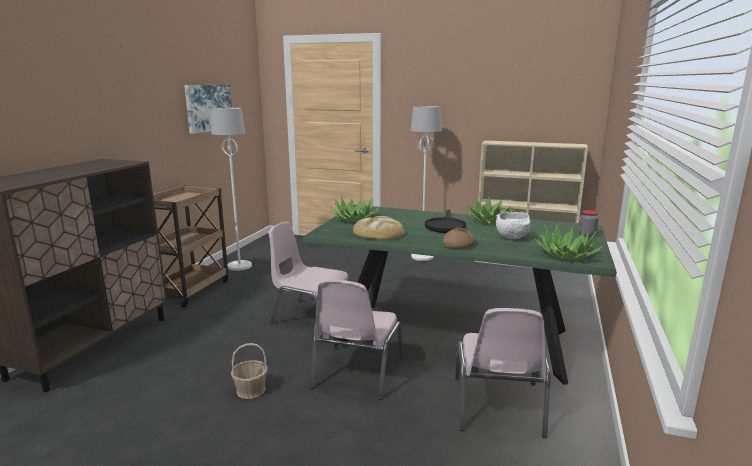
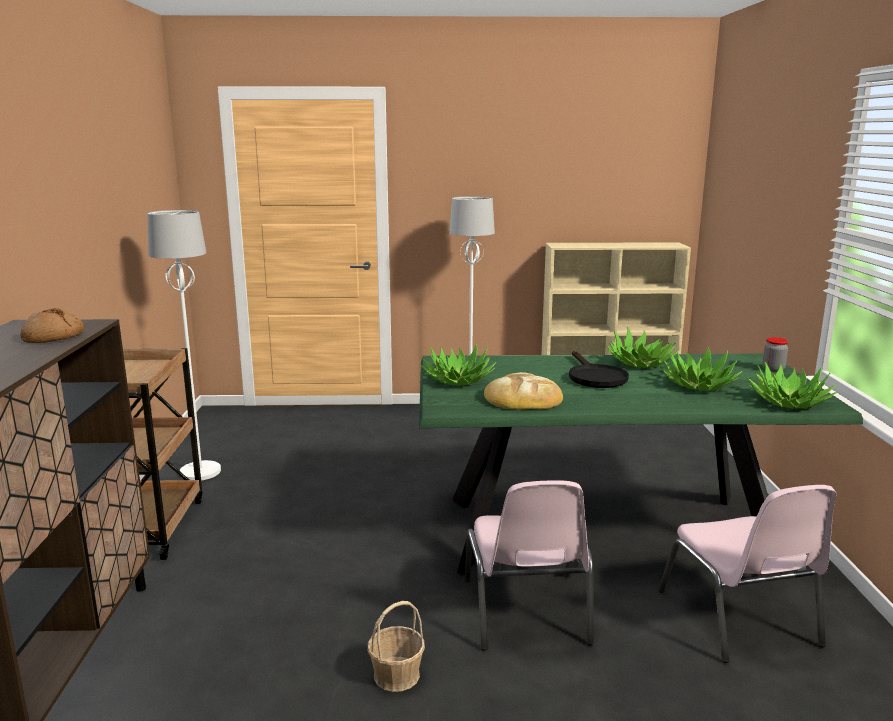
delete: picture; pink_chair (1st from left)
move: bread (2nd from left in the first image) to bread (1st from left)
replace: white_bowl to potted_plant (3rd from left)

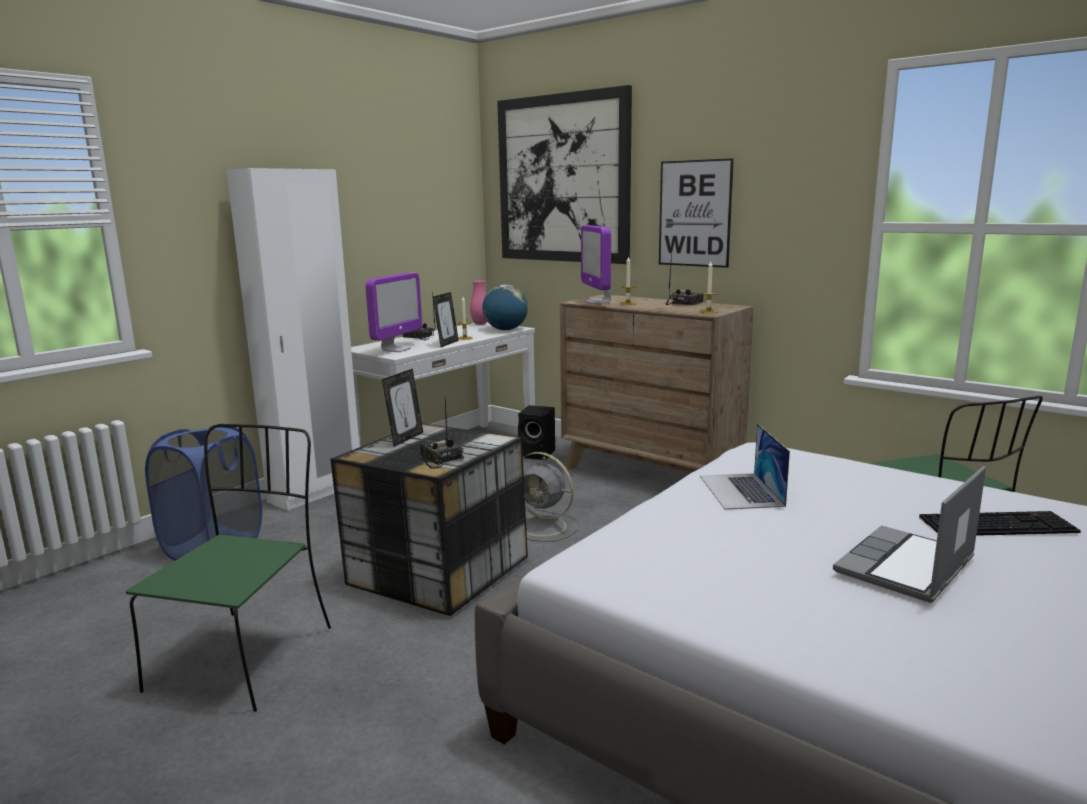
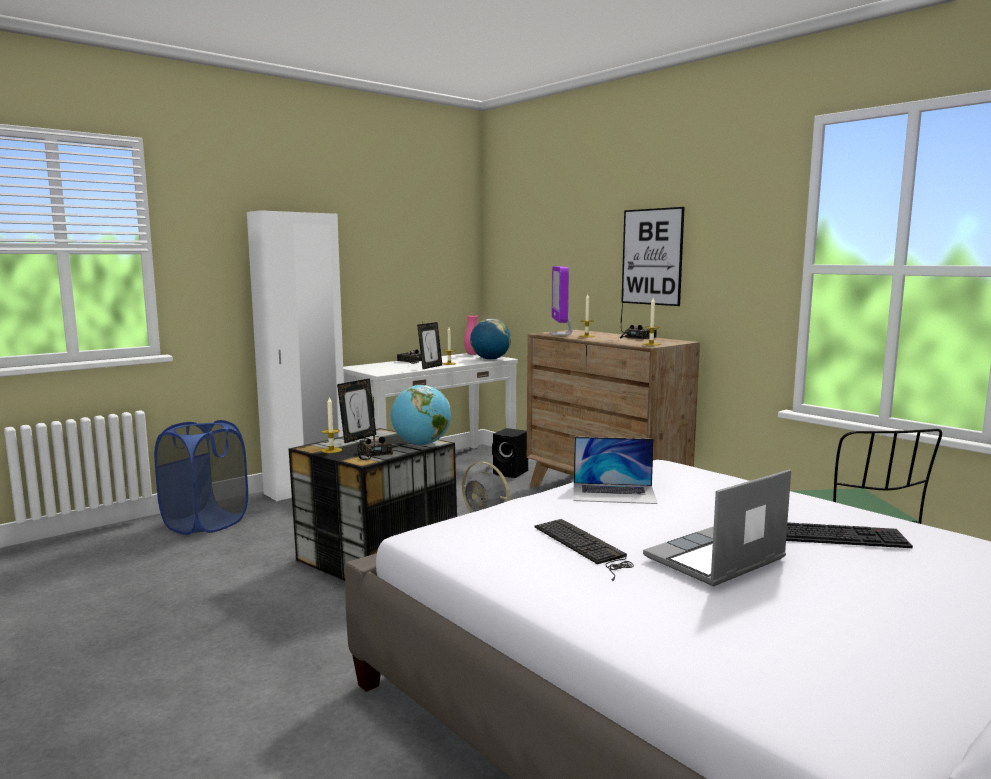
delete: green_chair (1st from left); monitor (1st from left); picture (1st from left)
insert: candle (1st from left); globe (1st from left); keyboard (1st from left)
rotate: laptop (1st from left) 90 degrees counterclockwise

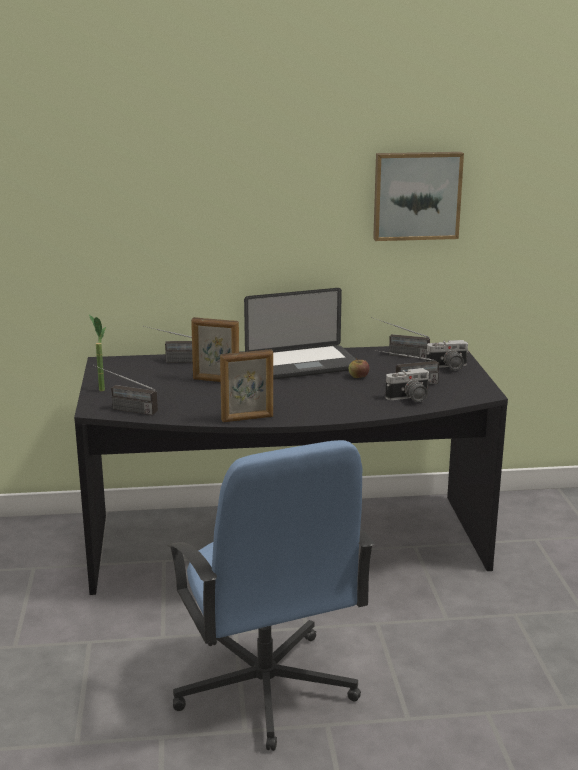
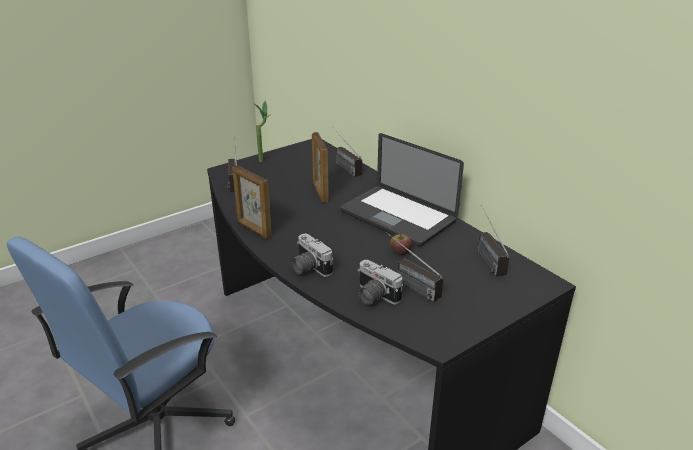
delete: picture
move: photo_camera (2nd from left in the first image) to photo_camera (1st from left)

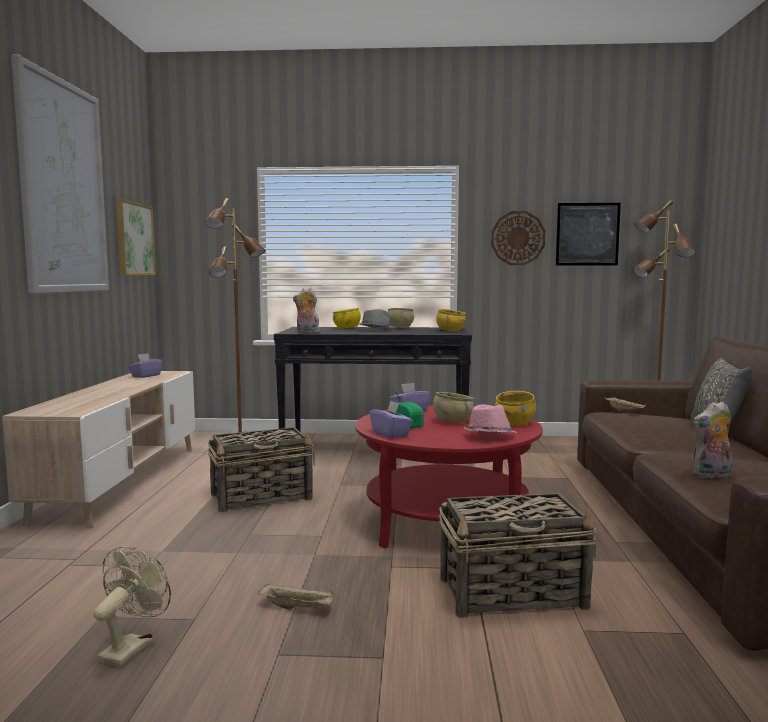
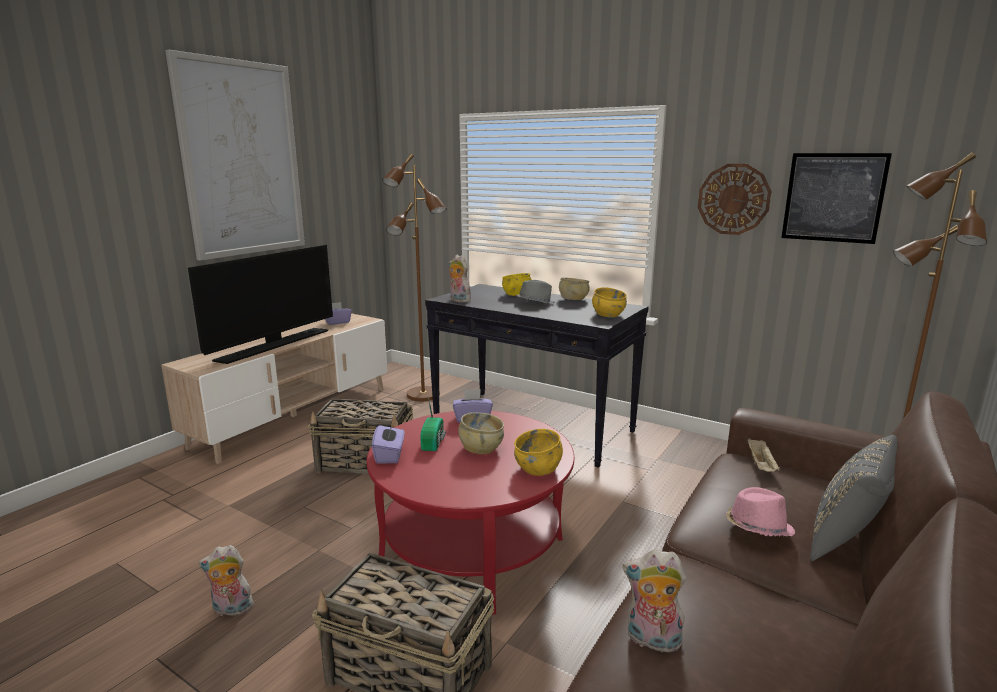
delete: beige_fan; picture (2nd from left)
insert: television
move: pink_hat
replace: beige_tray (1st from left) to plush_toy (1st from left)

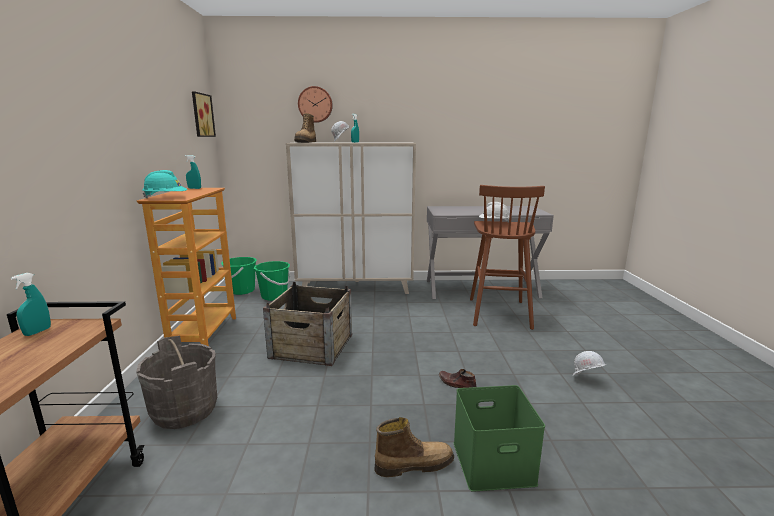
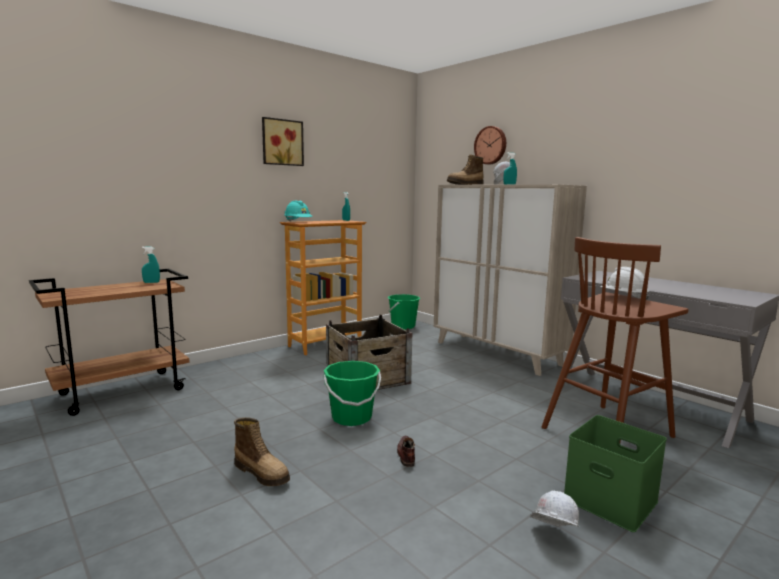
delete: grey_bucket
move: picture; green_bucket (2nd from left in the first image) to green_bucket (1st from left); green_storage_box

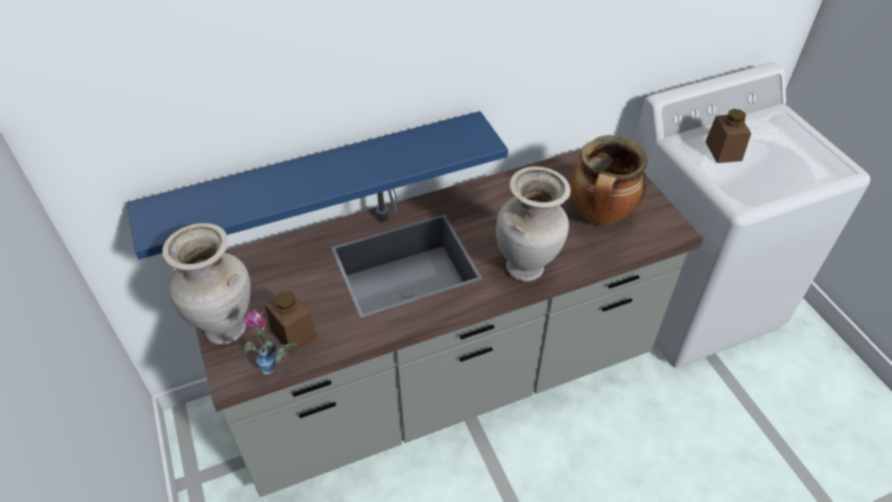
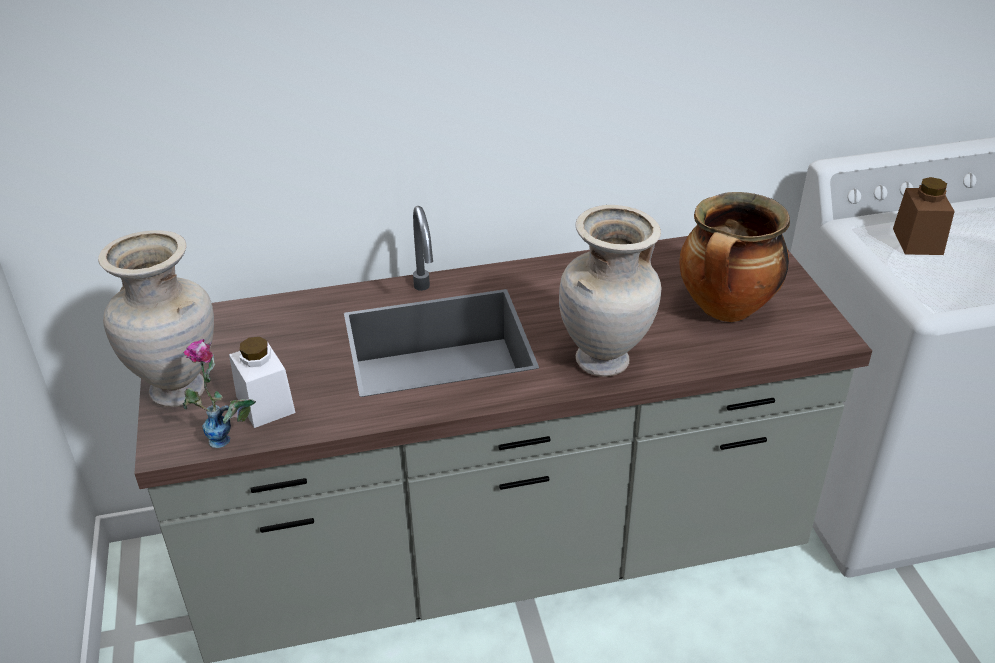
delete: blue_shelf
recolor: brown_jar (1st from left) to white_jar

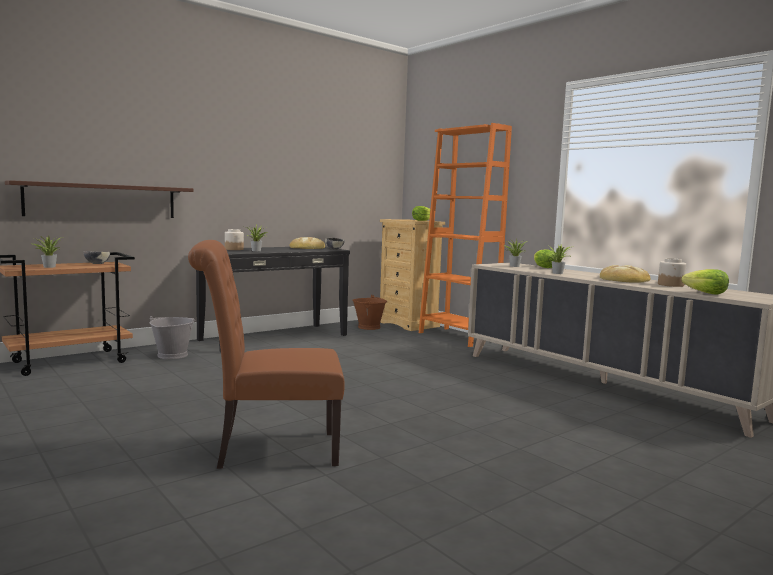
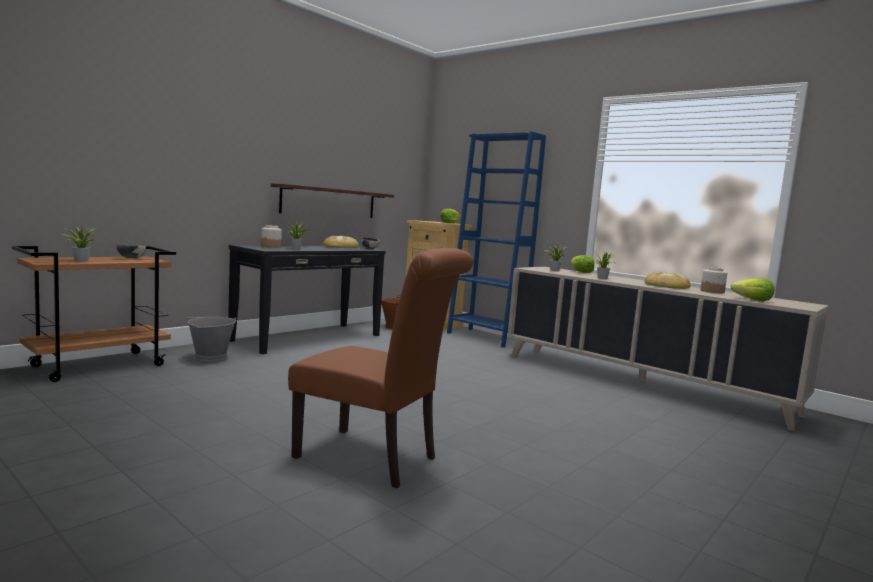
move: shelf
recolor: orange_bookcase to blue_bookcase
rotate: brown_chair 135 degrees counterclockwise

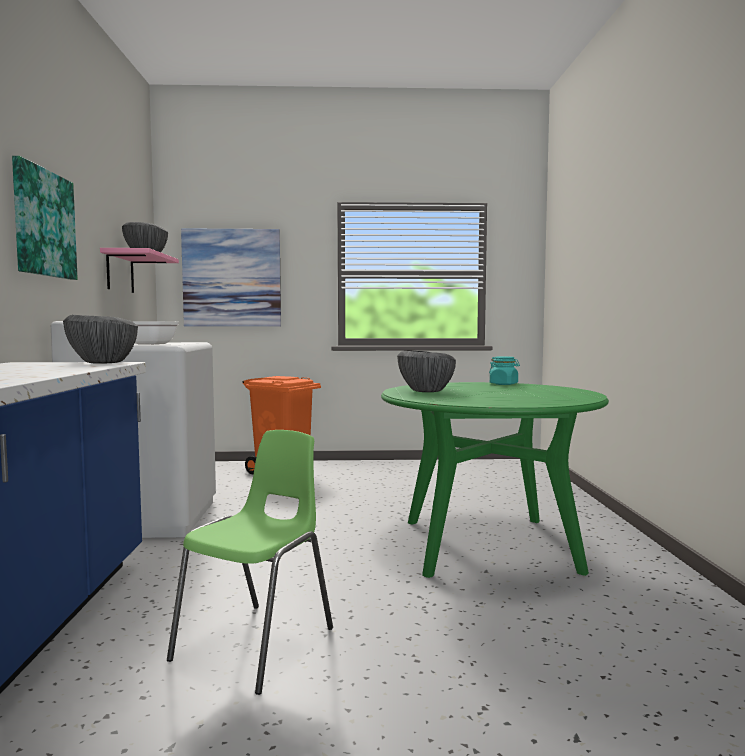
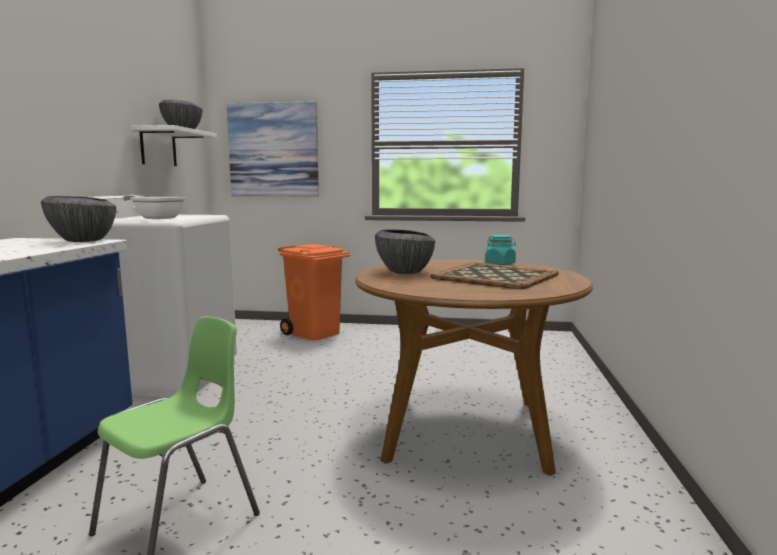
delete: picture (1st from left)
insert: tray
recolor: pink_shelf to white_shelf; green_dining_table to brown_dining_table

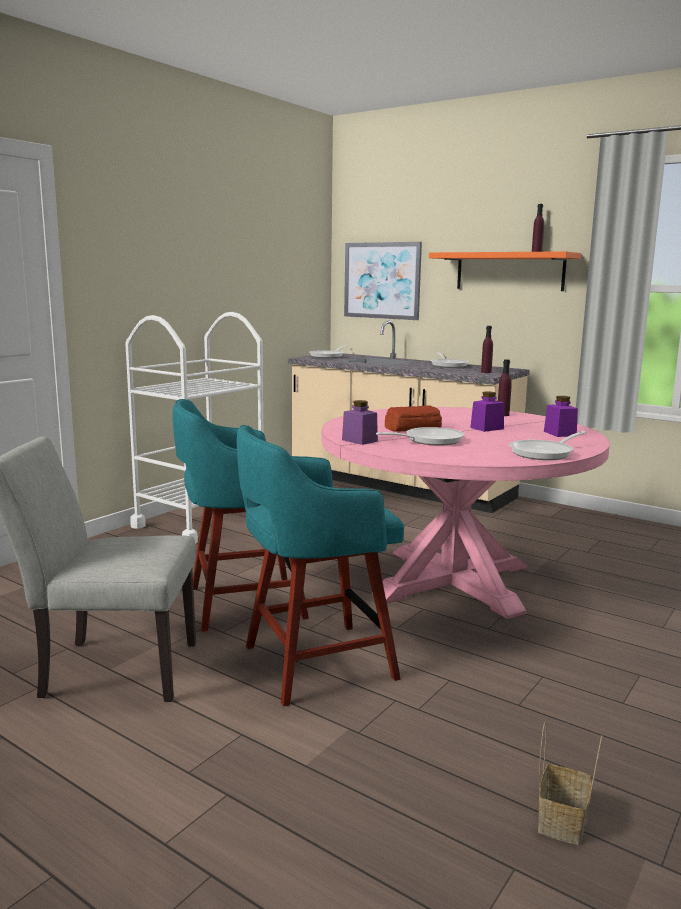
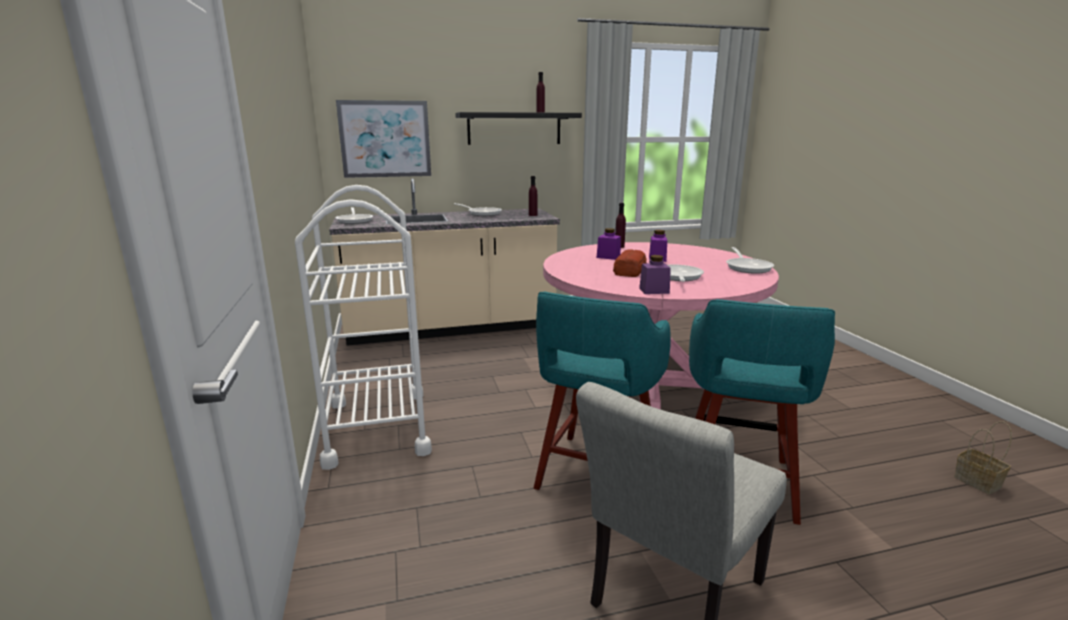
move: purple_jar (3rd from left in the first image) to purple_jar (1st from left)
recolor: orange_shelf to black_shelf

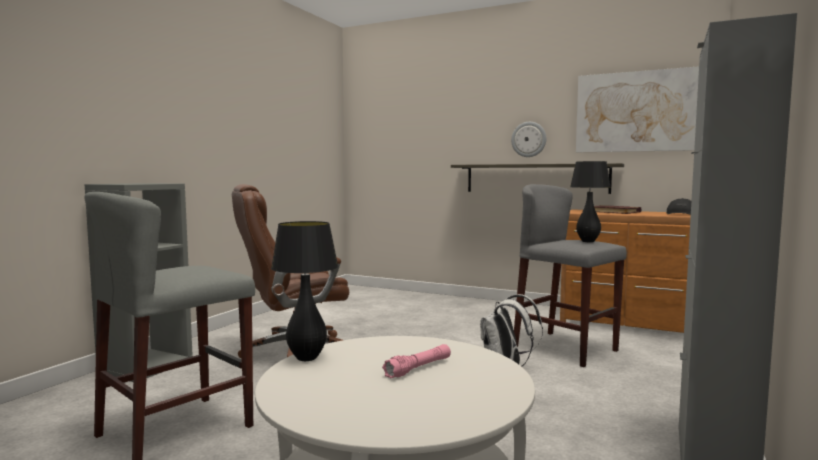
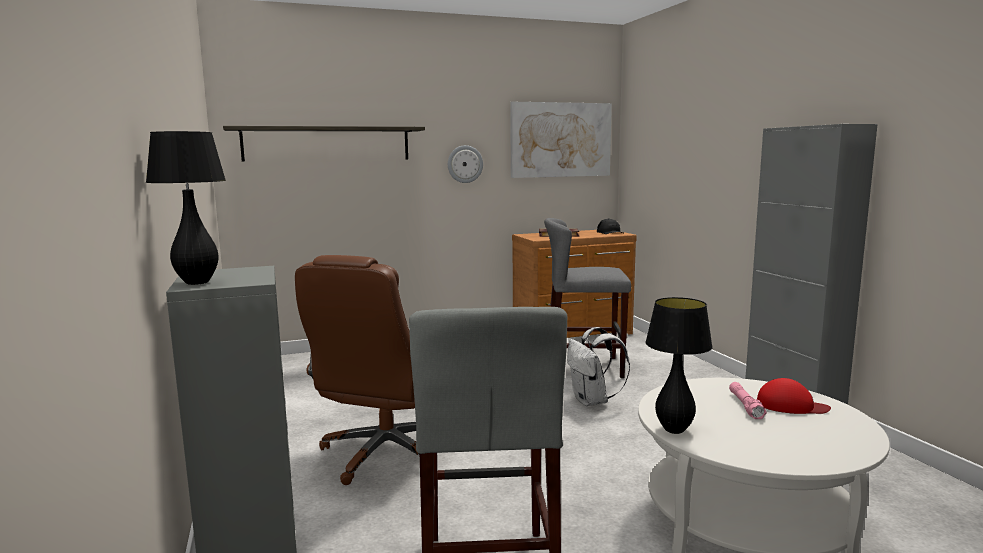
insert: red_cap
move: shelf; black_table_lamp (2nd from left in the first image) to black_table_lamp (1st from left)

